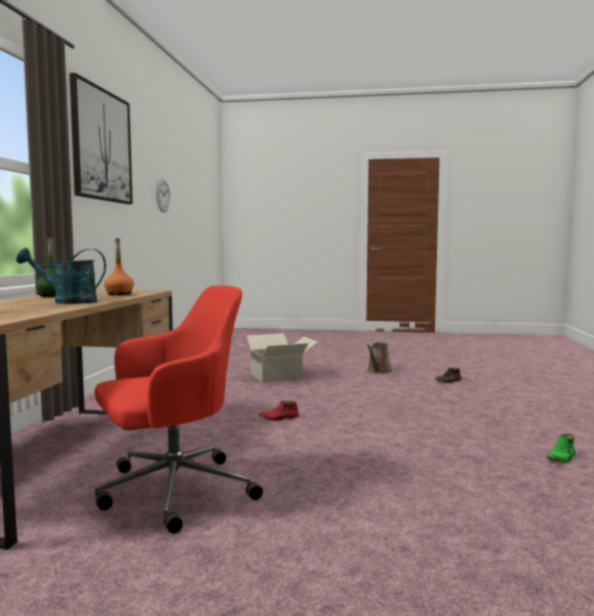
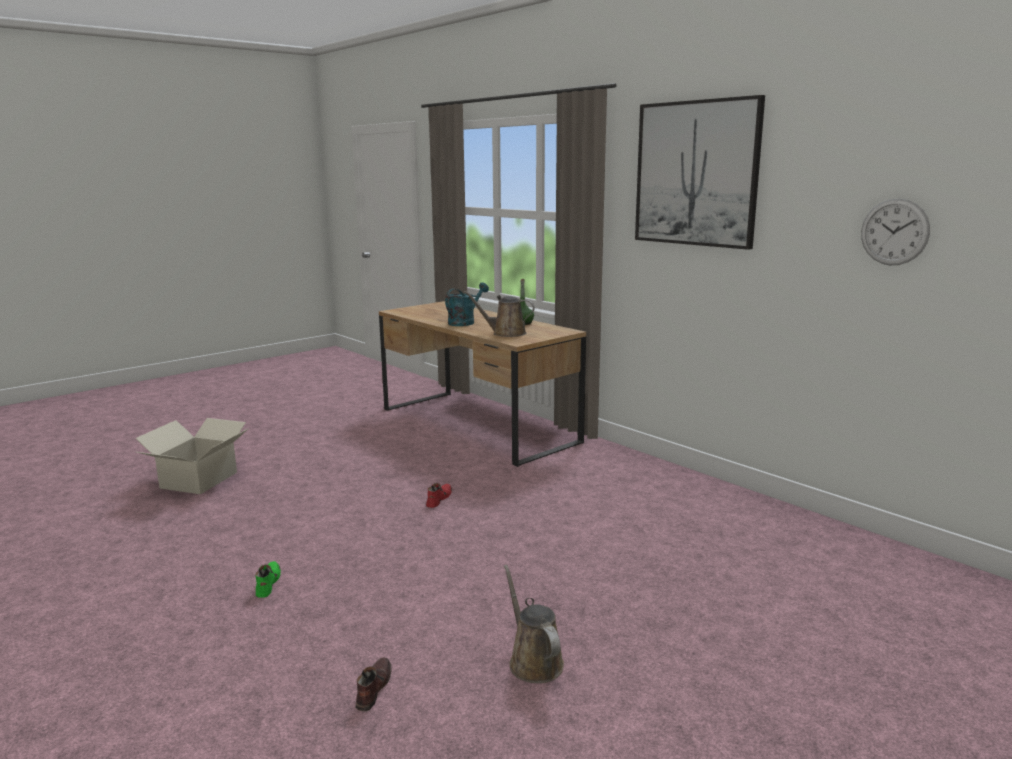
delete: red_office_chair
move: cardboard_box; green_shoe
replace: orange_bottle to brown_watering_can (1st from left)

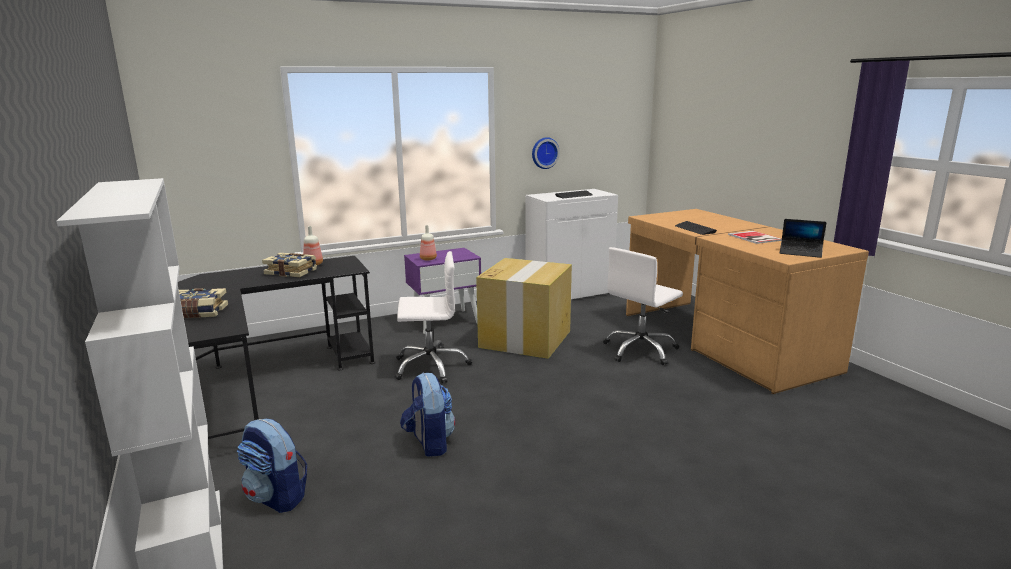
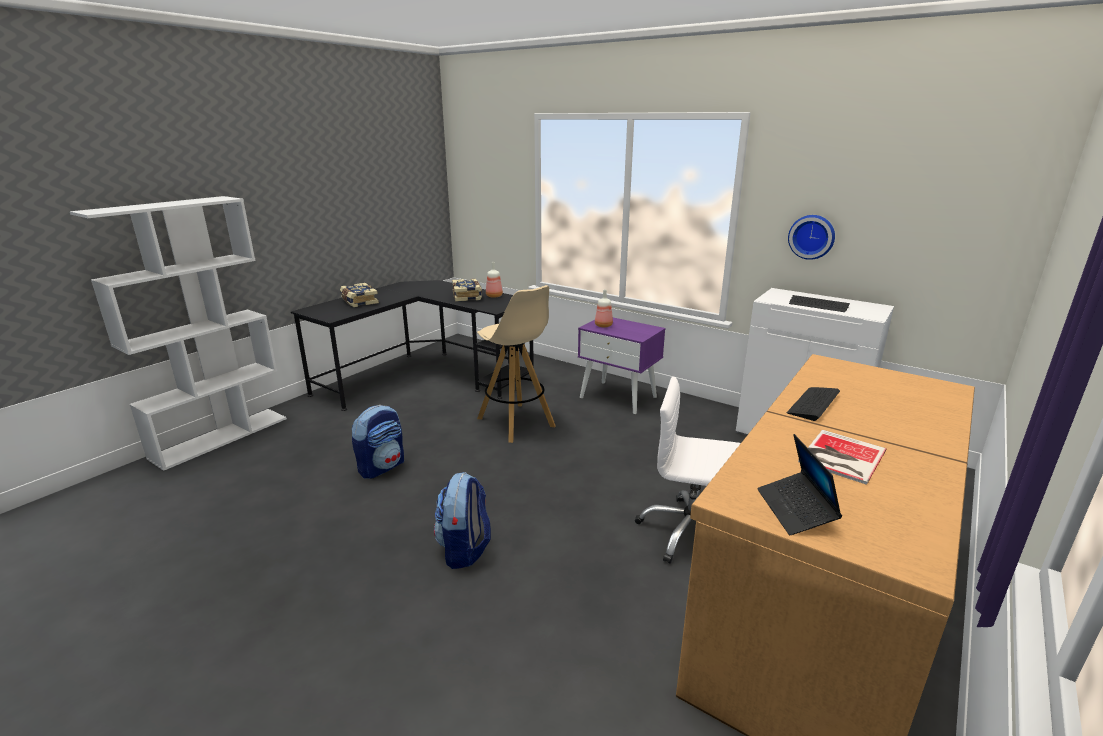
delete: cardboard_box
move: backpack (1st from left in the first image) to backpack (2nd from left)
replace: white_office_chair (1st from left) to beige_stool

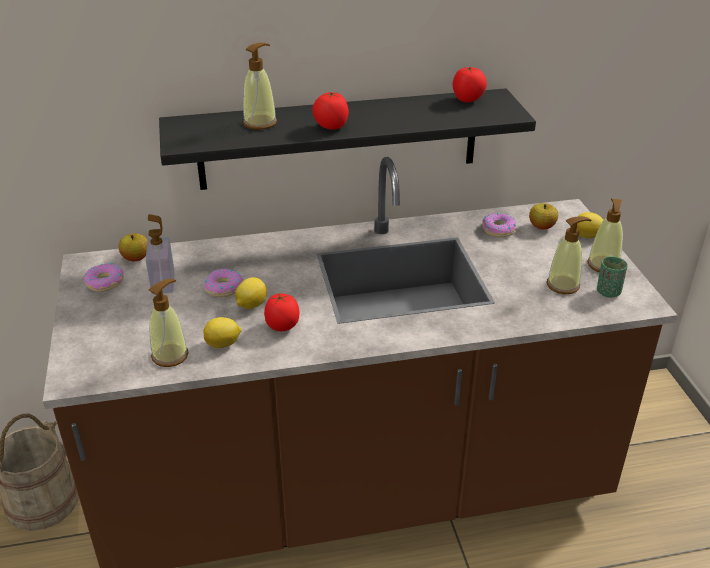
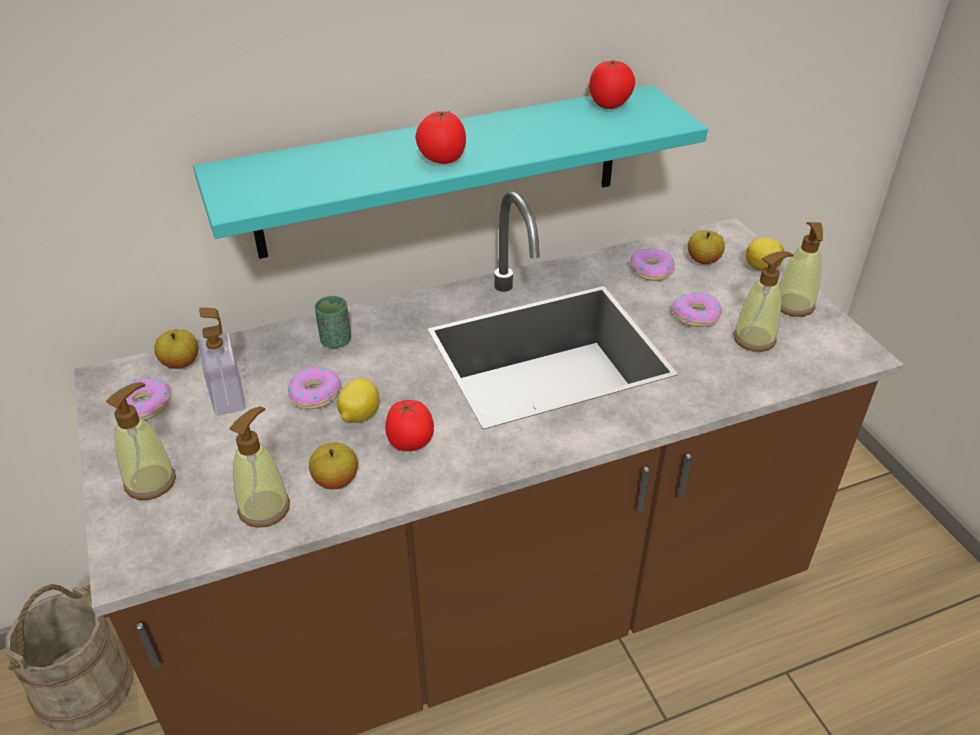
insert: donut (4th from left)
move: soap_dispenser (3rd from left in the first image) to soap_dispenser (1st from left); green_cup
replace: lemon (1st from left) to apple (2nd from left)
recolor: black_shelf to turquoise_shelf

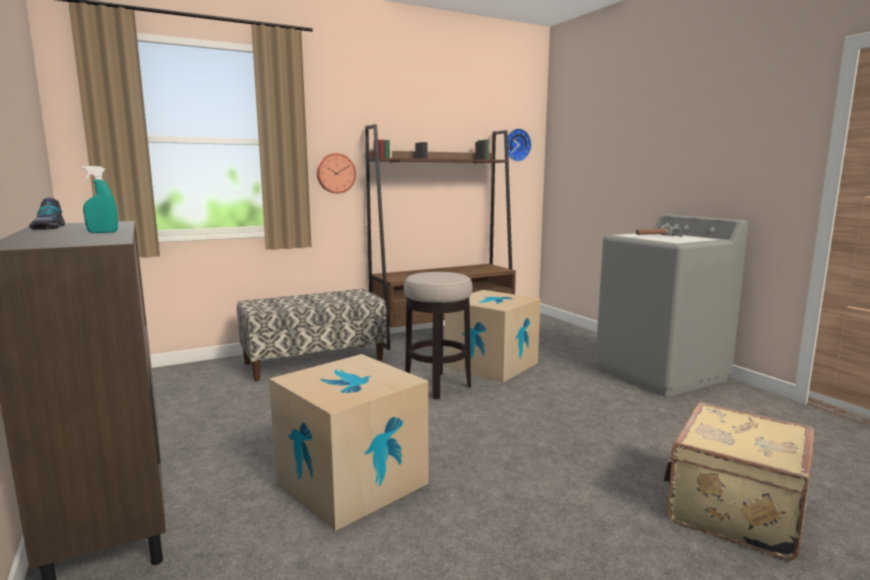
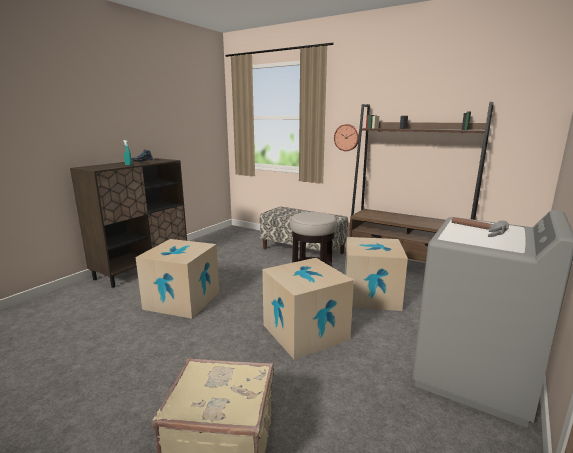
delete: wall_clock (2nd from left)
insert: cardboard_box (2nd from left)

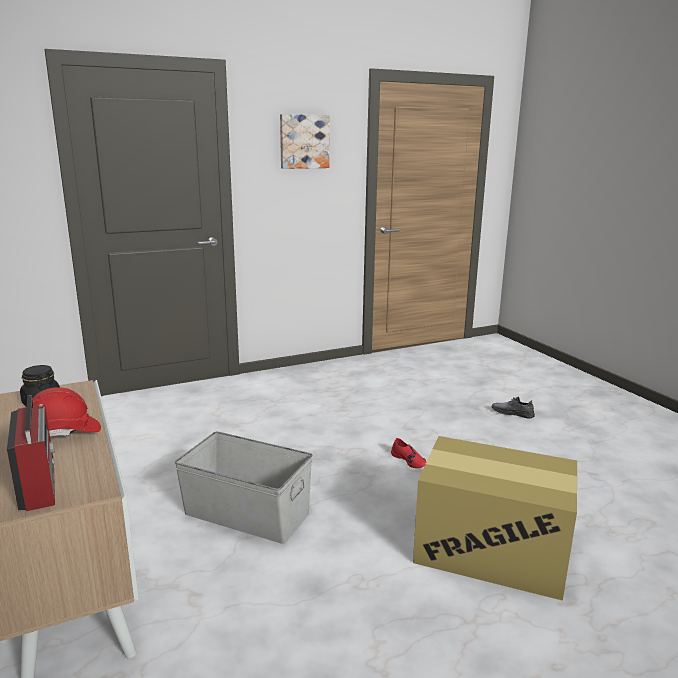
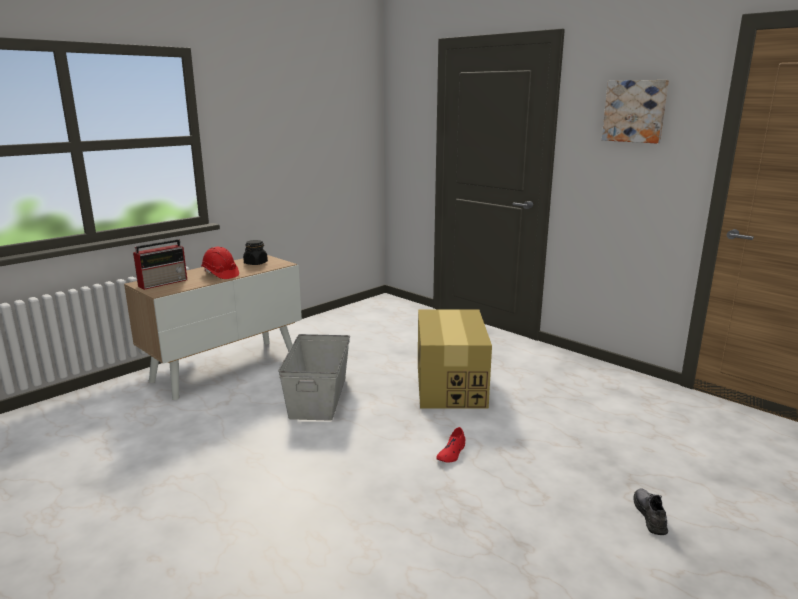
move: cardboard_box

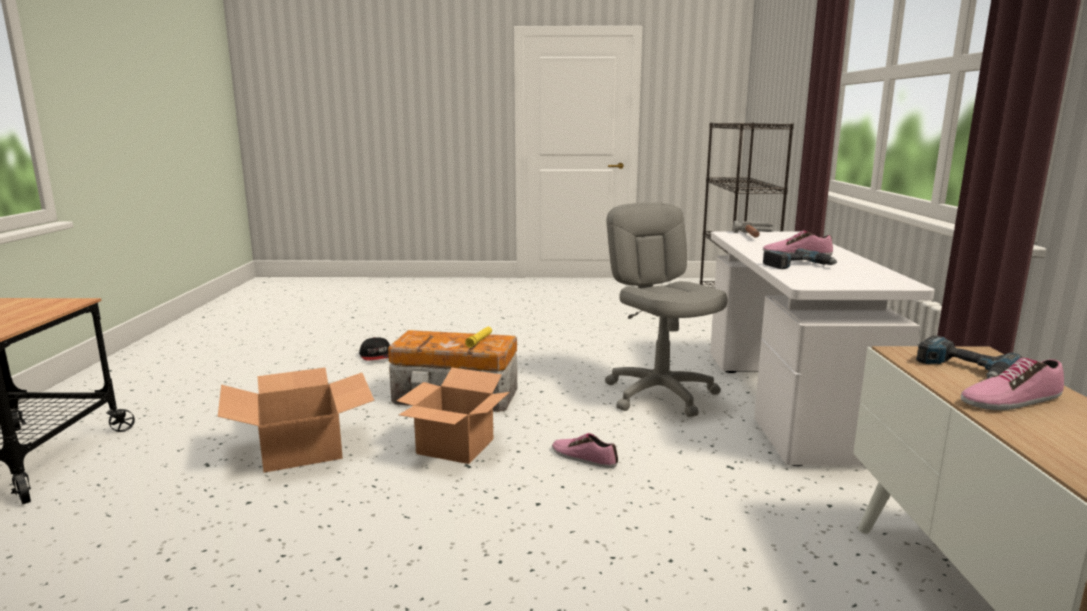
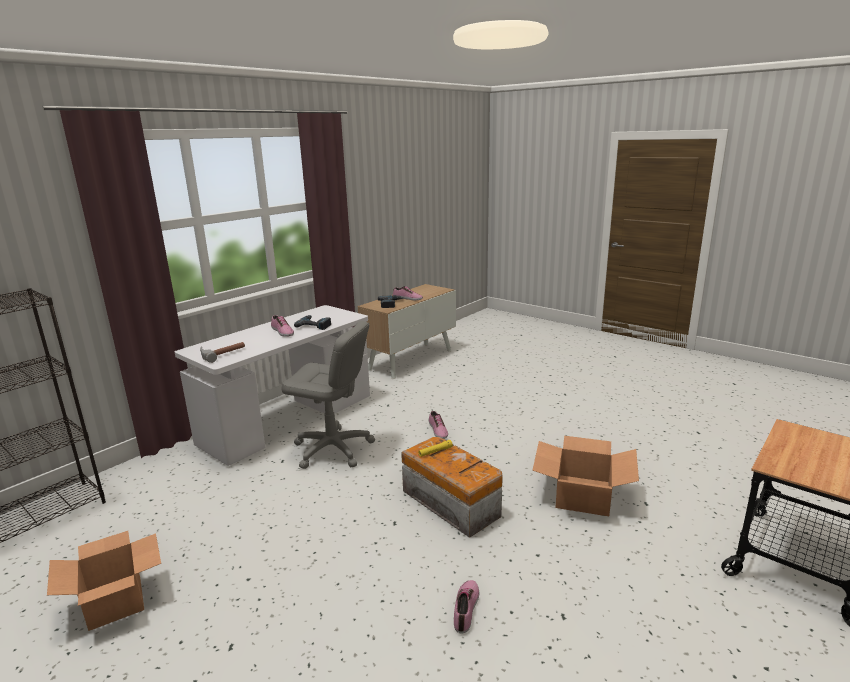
move: cardboard_box (2nd from left in the first image) to cardboard_box (1st from left)
replace: cap to shoe (4th from left)
rotate: grey_office_chair 90 degrees counterclockwise

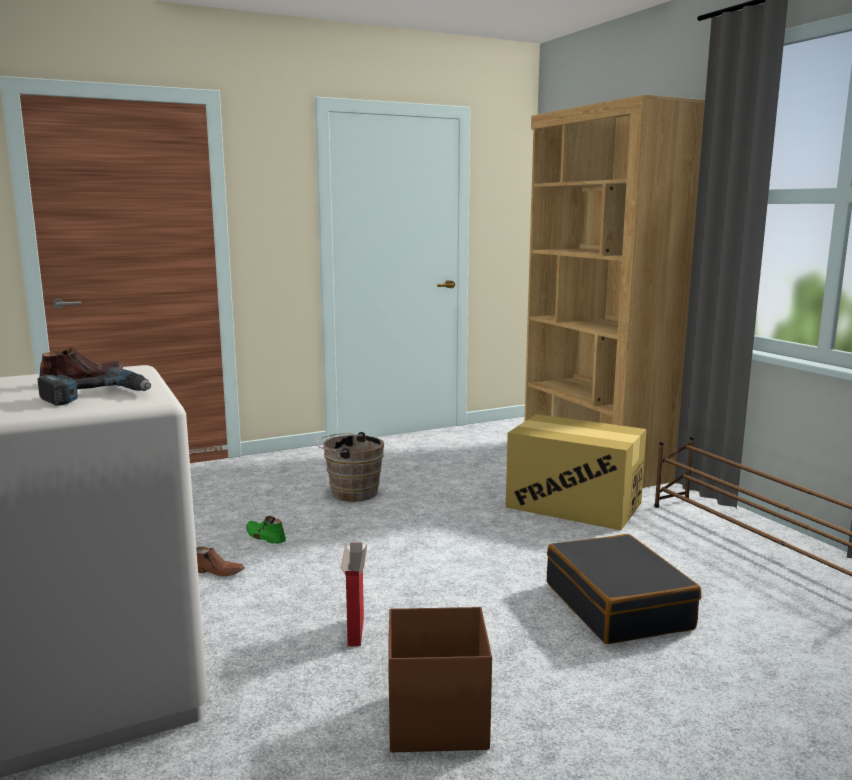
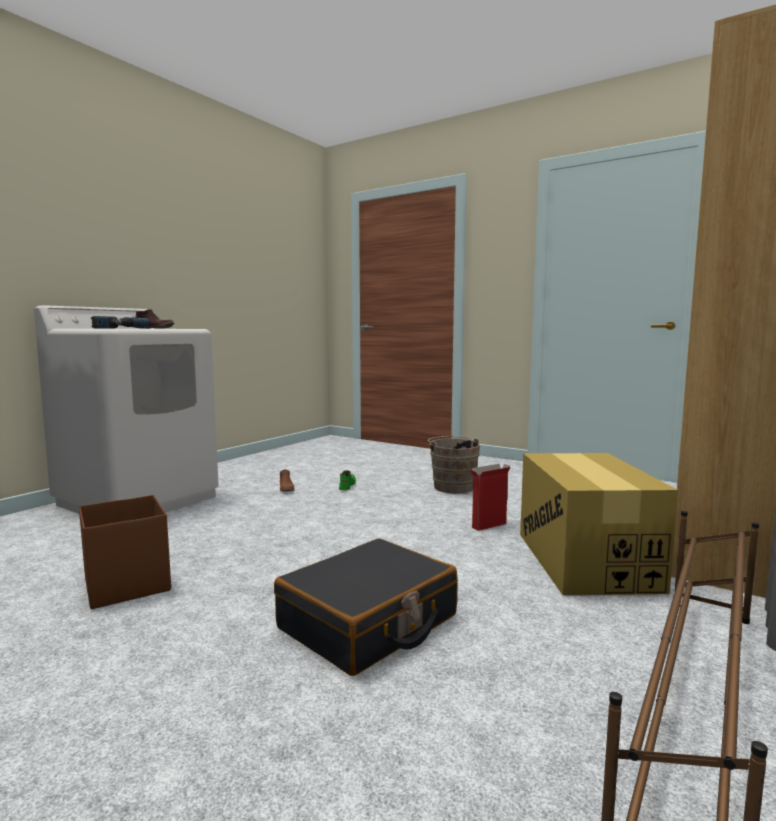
move: cardboard_box (1st from left)

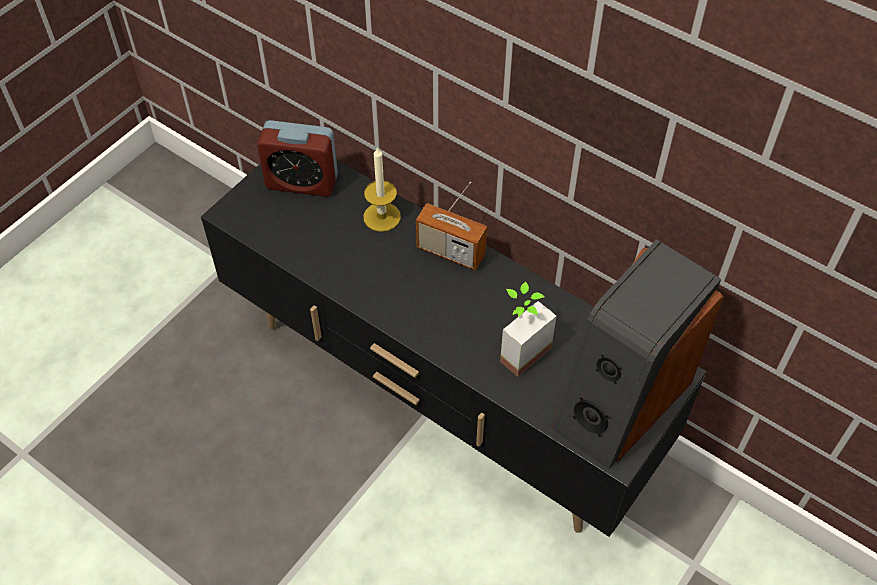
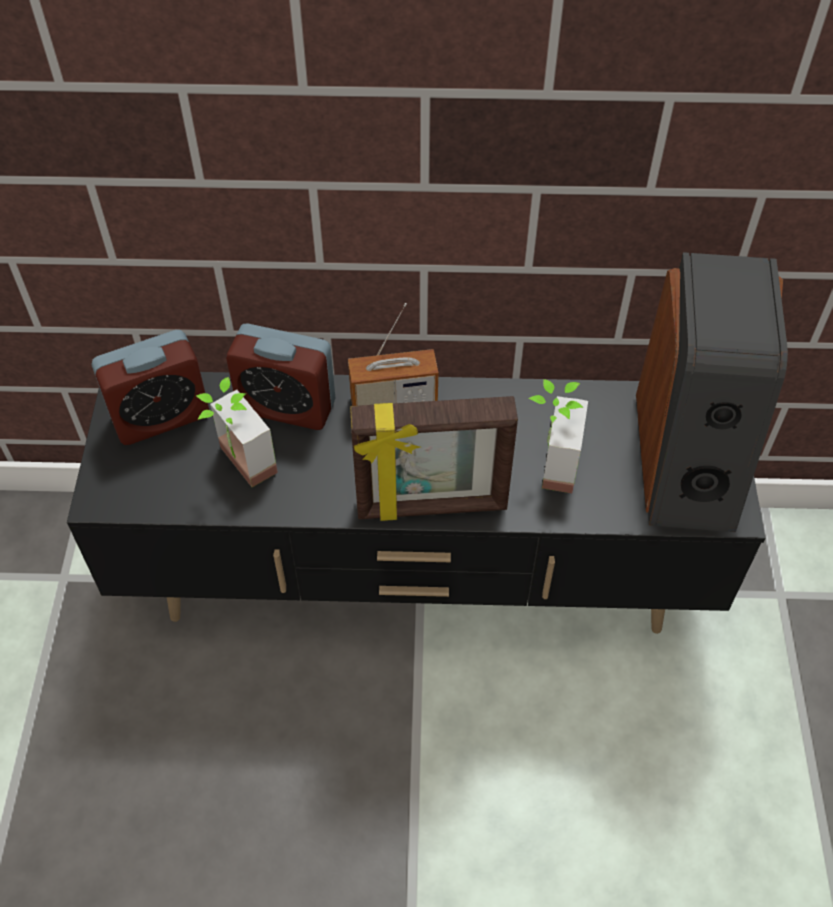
insert: potted_plant (1st from left); picture_frame
replace: candle to alarm_clock (2nd from left)

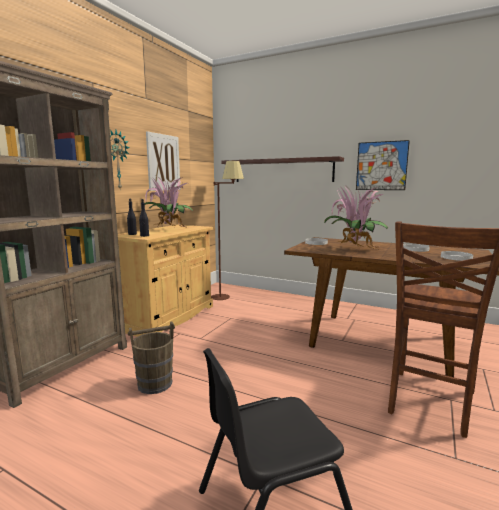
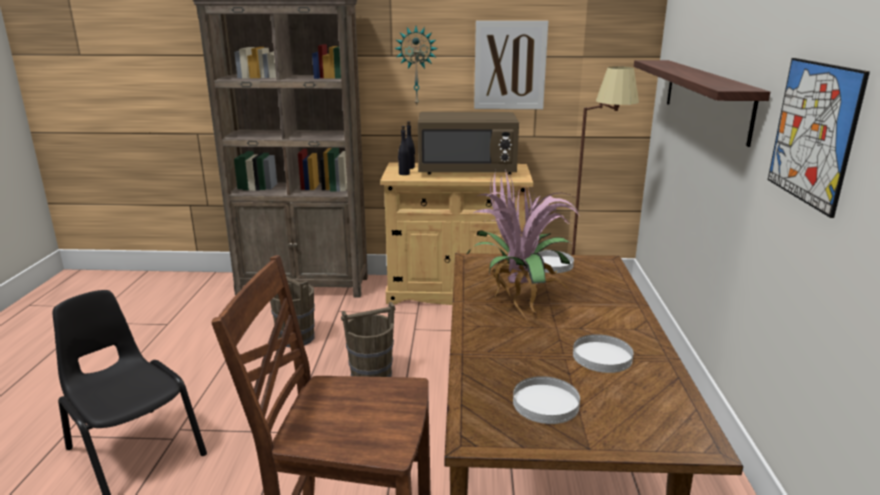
insert: brown_bucket (2nd from left)
replace: potted_plant (1st from left) to brown_microwave

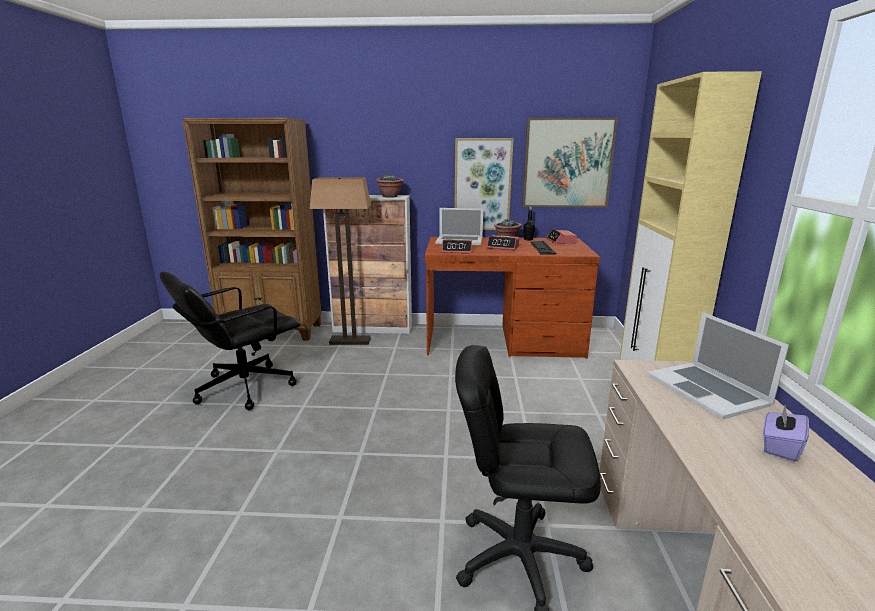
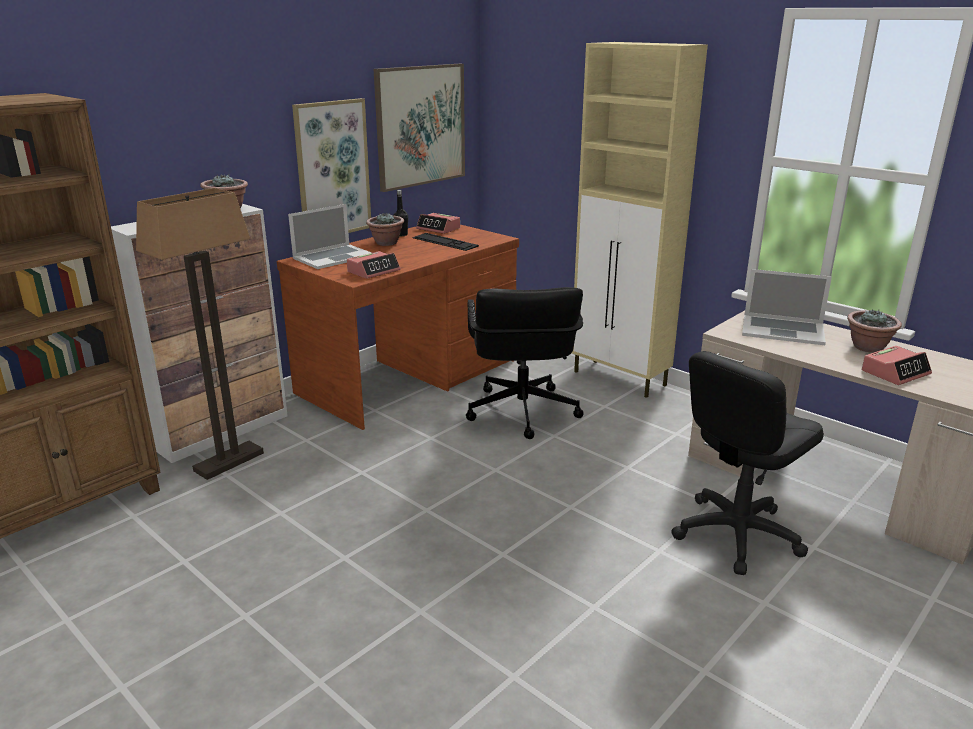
move: black_office_chair (1st from left); alarm_clock (2nd from left in the first image) to alarm_clock (3rd from left)
replace: purple_tissue_box to potted_plant (3rd from left)

